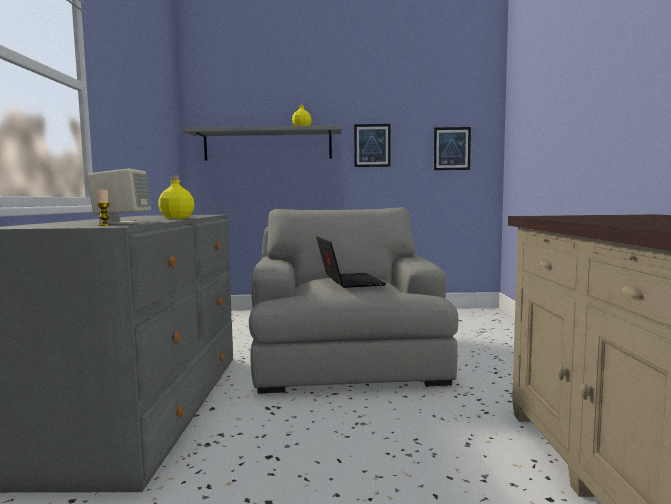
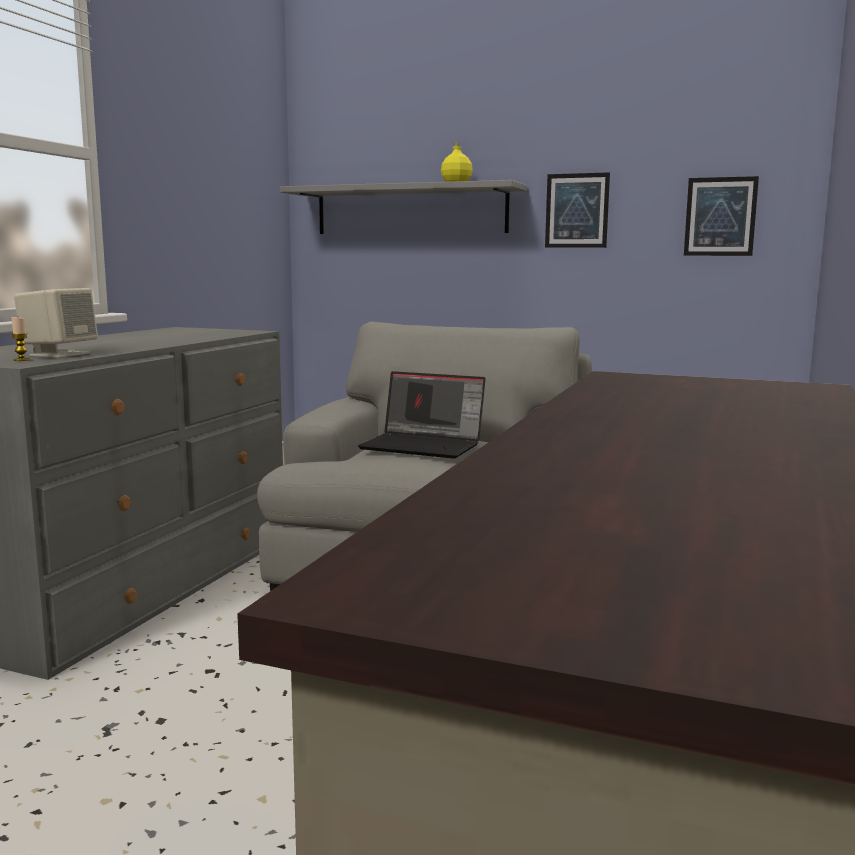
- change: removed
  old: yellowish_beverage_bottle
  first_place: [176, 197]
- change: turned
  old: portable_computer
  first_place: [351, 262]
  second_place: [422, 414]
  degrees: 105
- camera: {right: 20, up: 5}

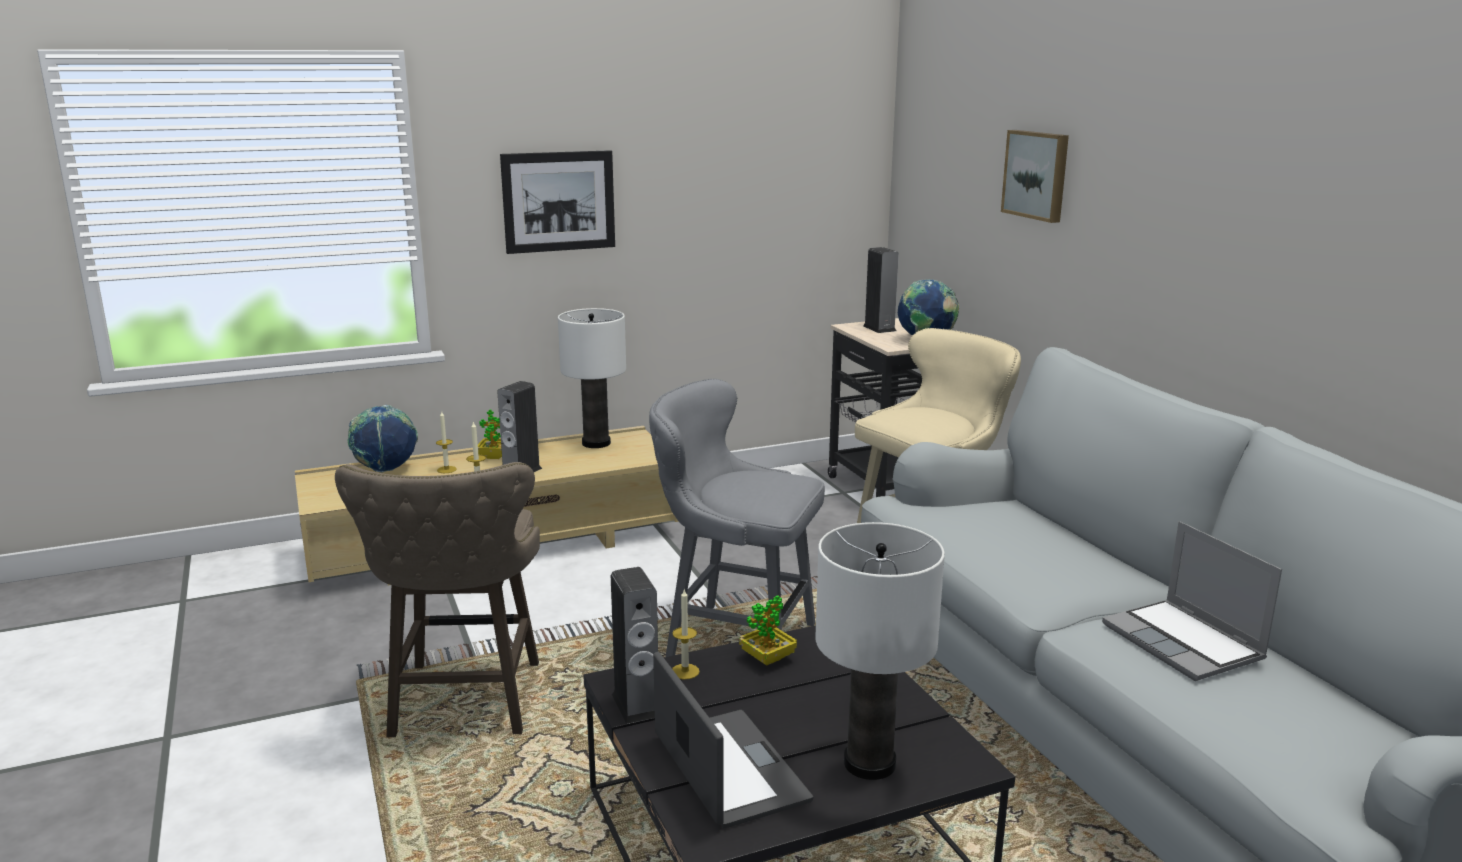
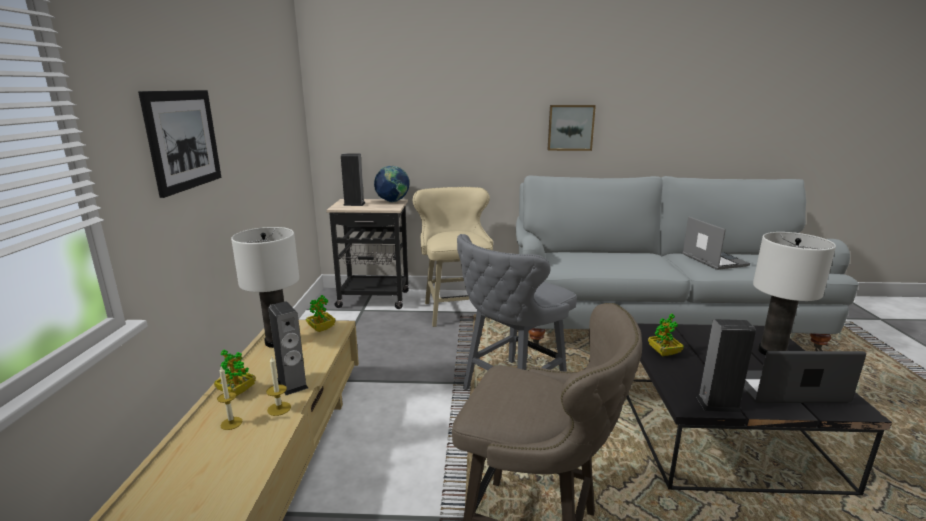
- change: removed
  old: world_globe
  first_place: [382, 439]
- change: removed
  old: wax_candle
  first_place: [686, 635]
- change: added
  new: potted_plant
  second_place: [321, 313]
- change: moved
  old: picture
  first_place: [1035, 176]
  second_place: [572, 128]
- change: turned
  old: portable_computer
  first_place: [1192, 601]
  second_place: [716, 243]
  degrees: -105
- camera: {right: -65, up: 0}

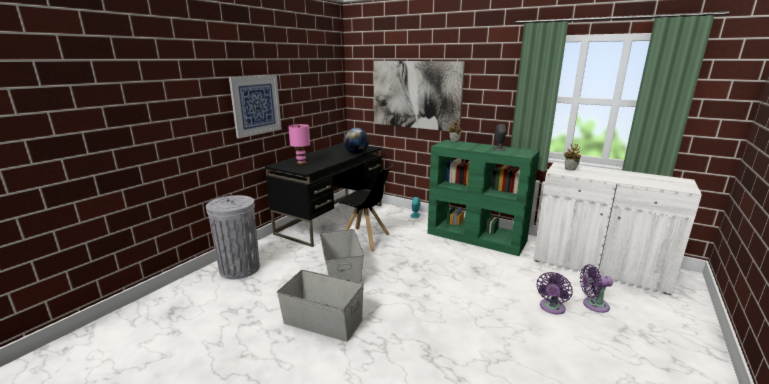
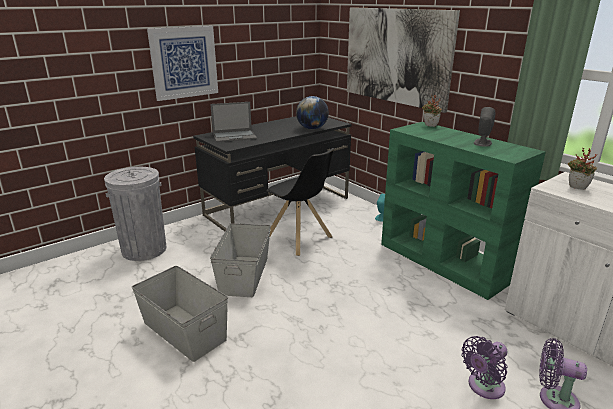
- change: replaced
  old: pinkish_lamp_for_a_table
  new: portable_computer
  first_place: [299, 144]
  second_place: [233, 122]
- camera: {right: 20, up: 5}

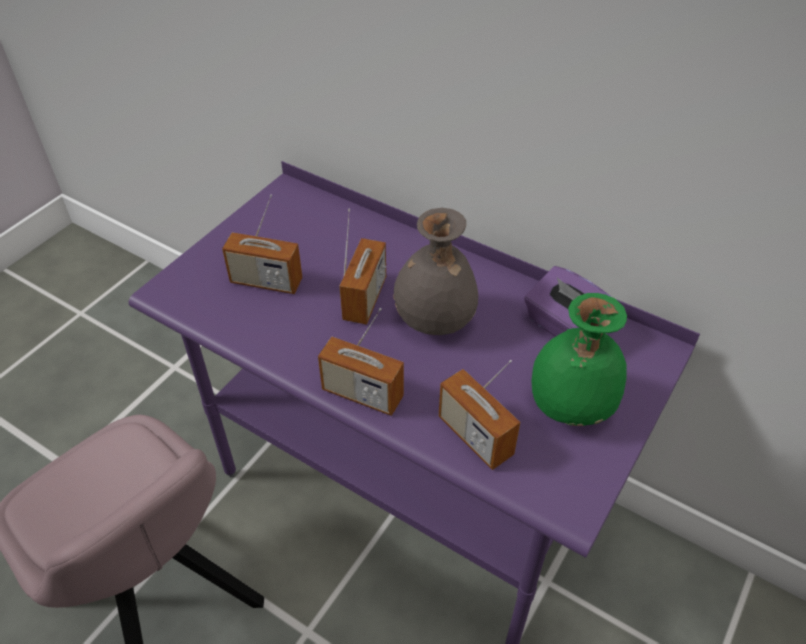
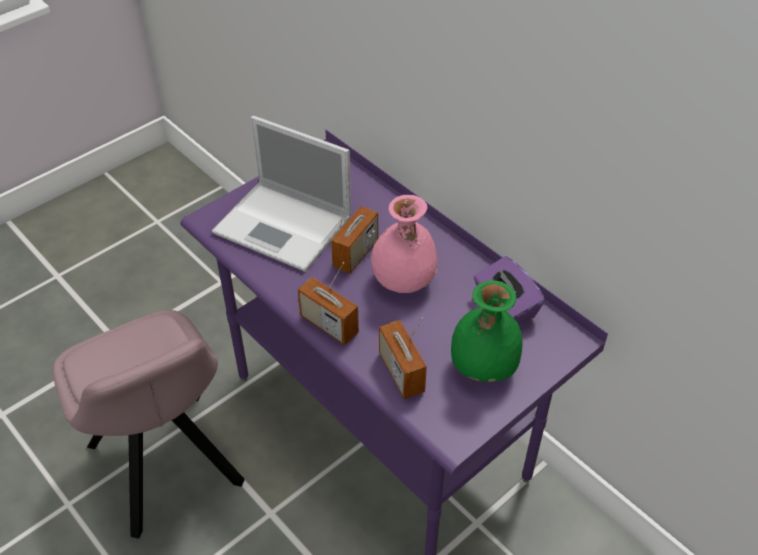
- change: replaced
  old: radio_receiver
  new: portable_computer
  first_place: [262, 244]
  second_place: [281, 194]
- change: recoloured
  old: greyish_decorative_vase
  new: pinkish_decorative_vase
  first_place: [435, 271]
  second_place: [404, 244]
- camera: {right: 15, up: 0}

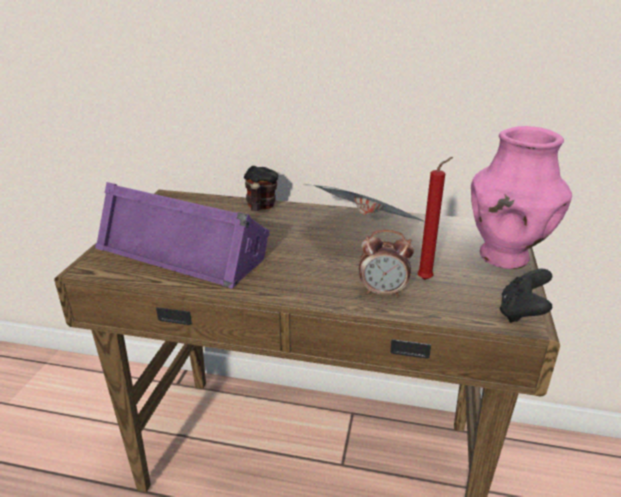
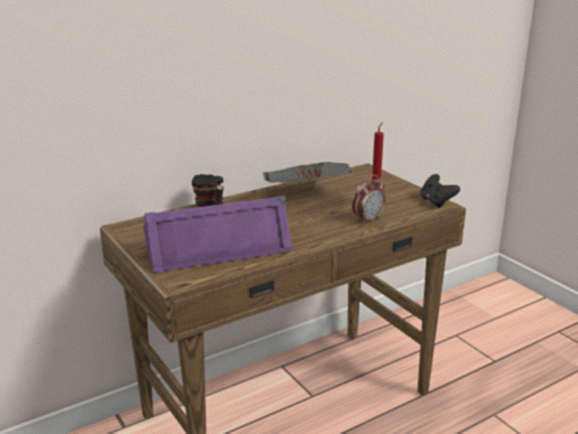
- change: removed
  old: pinkish_decorative_vase
  first_place: [521, 197]
- camera: {right: -45, up: -5}

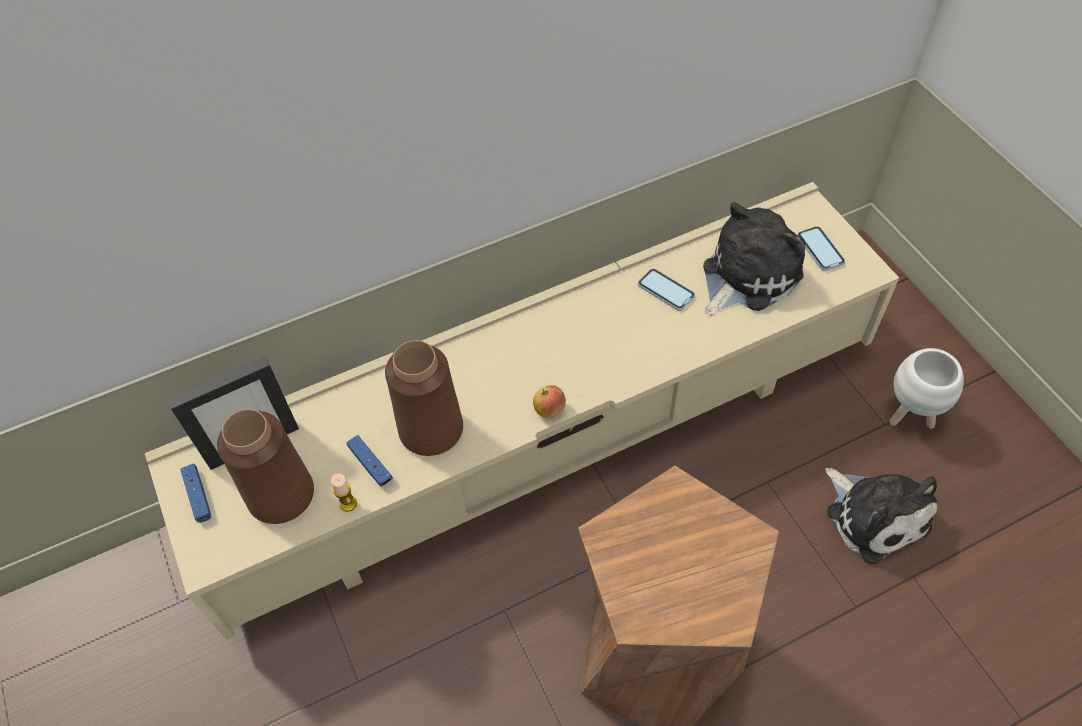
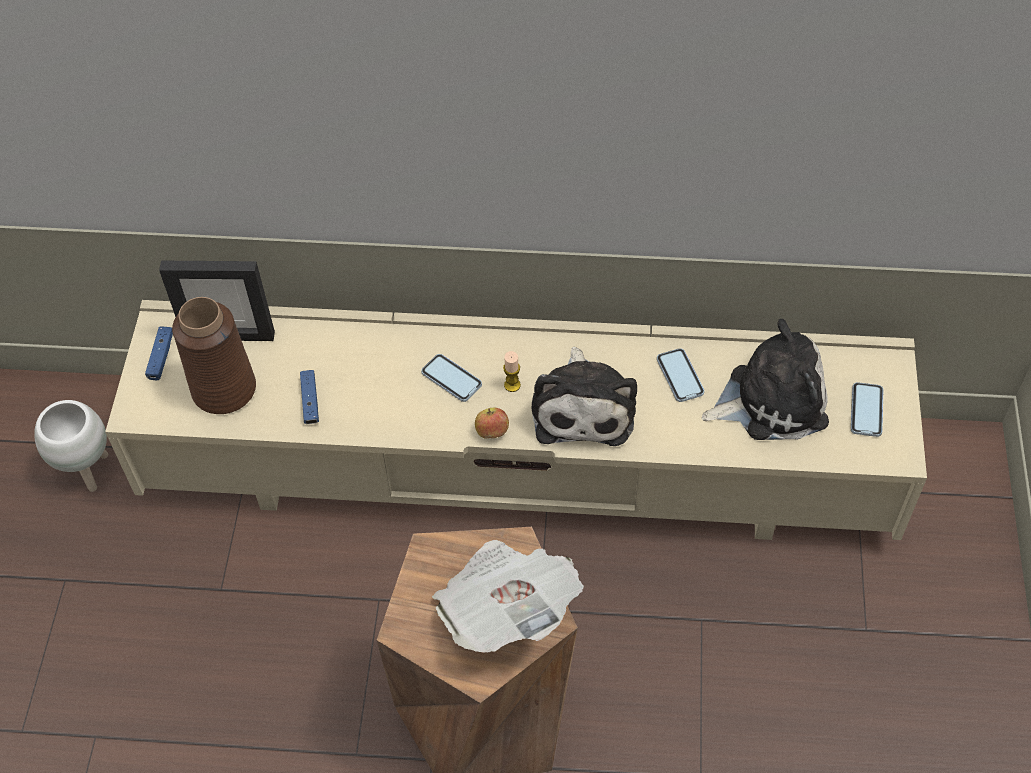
- change: removed
  old: brownish_decorative_vase
  first_place: [424, 398]
- change: added
  new: telephone
  second_place: [451, 378]
- change: added
  new: newspaper
  second_place: [508, 596]
- change: moved
  old: wax_candle
  first_place: [344, 492]
  second_place: [512, 371]
- change: moved
  old: soft_toy
  first_place: [881, 516]
  second_place: [584, 396]
- change: moved
  old: white_planter
  first_place: [926, 388]
  second_place: [71, 446]
- camera: {right: 30, up: 0}

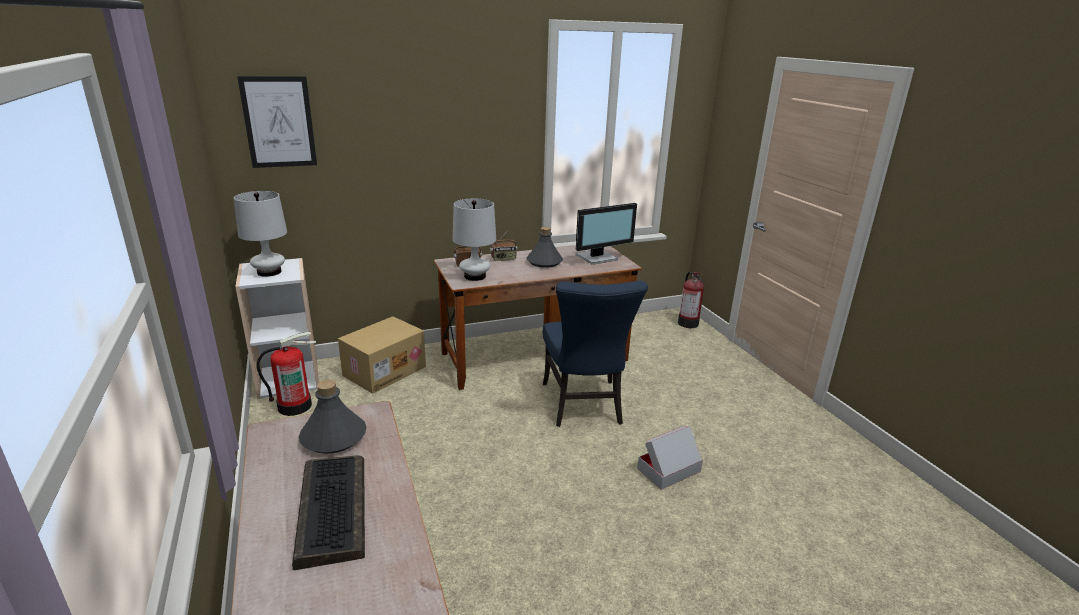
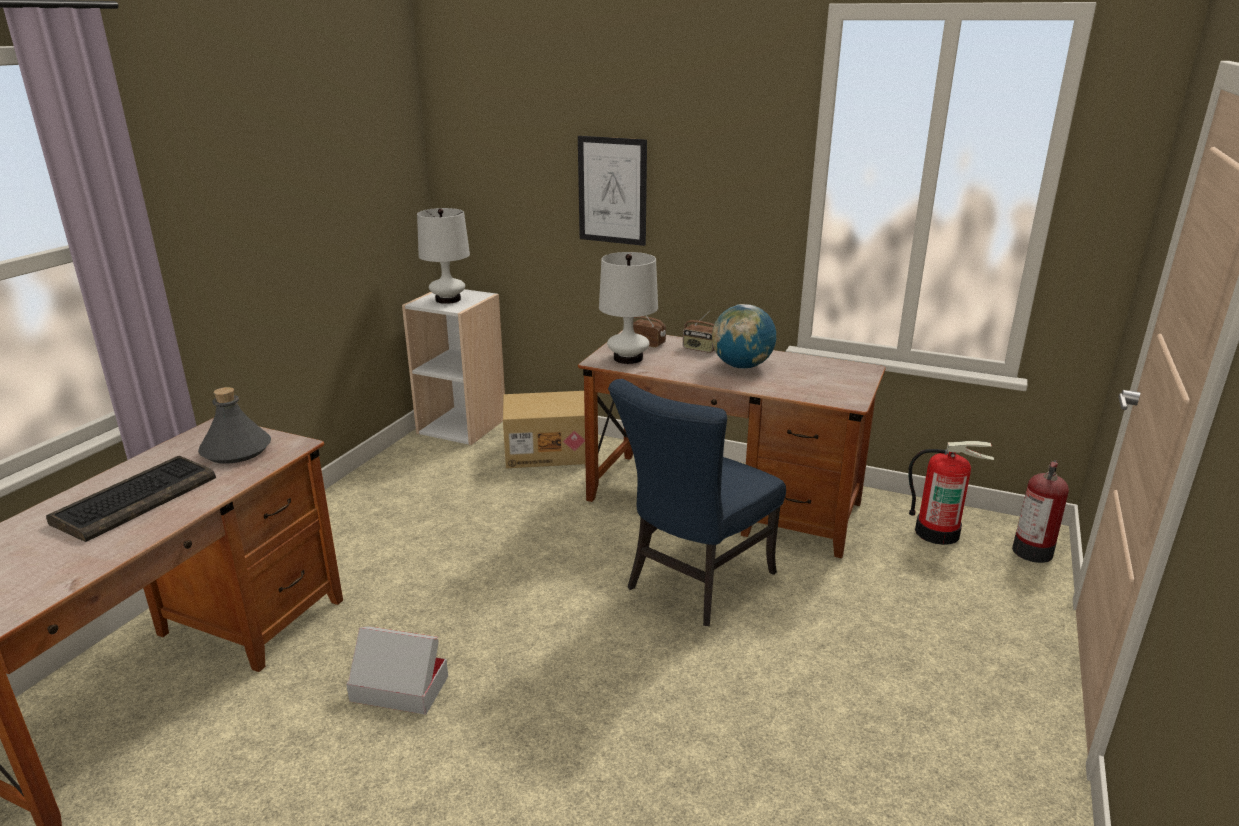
- change: removed
  old: monitor
  first_place: [606, 234]
- change: moved
  old: picture
  first_place: [277, 122]
  second_place: [612, 191]
- change: moved
  old: extinguisher
  first_place: [286, 374]
  second_place: [951, 493]
- change: moved
  old: carton
  first_place: [670, 458]
  second_place: [397, 670]
- change: replaced
  old: greyish_beverage_bottle
  new: world_globe
  first_place: [545, 247]
  second_place: [744, 336]
- camera: {right: 45, up: 0}

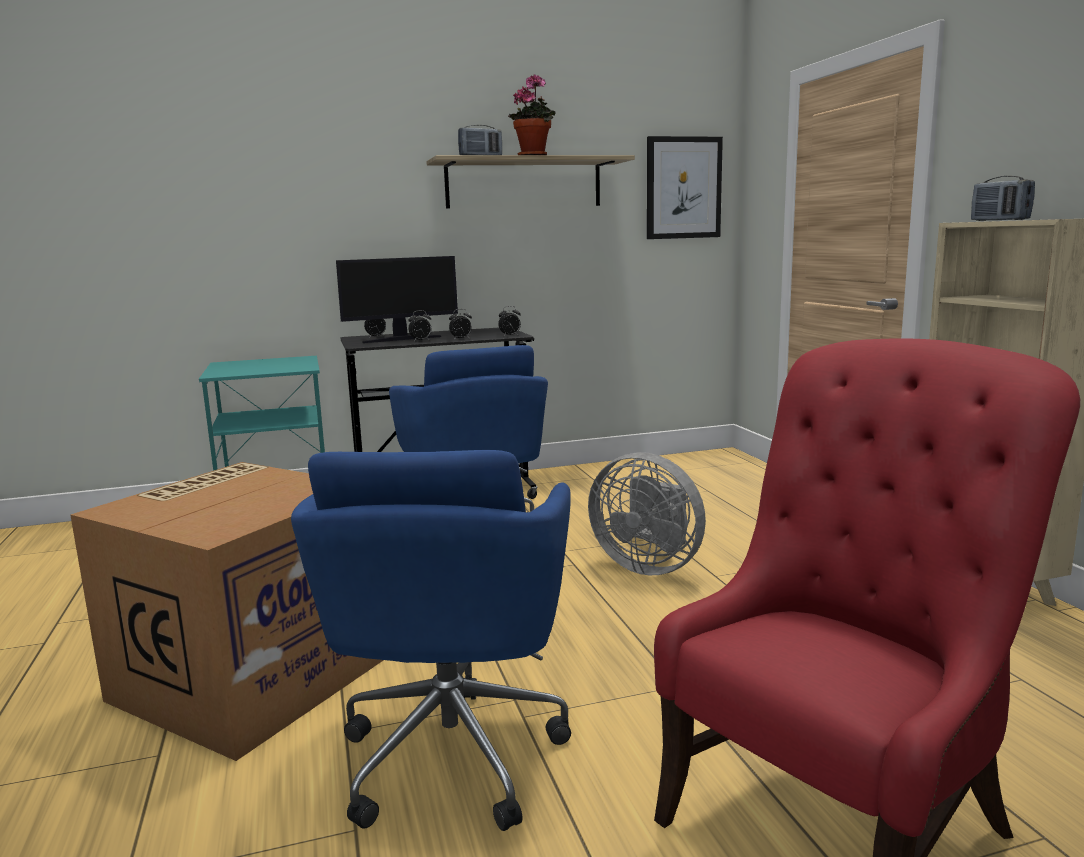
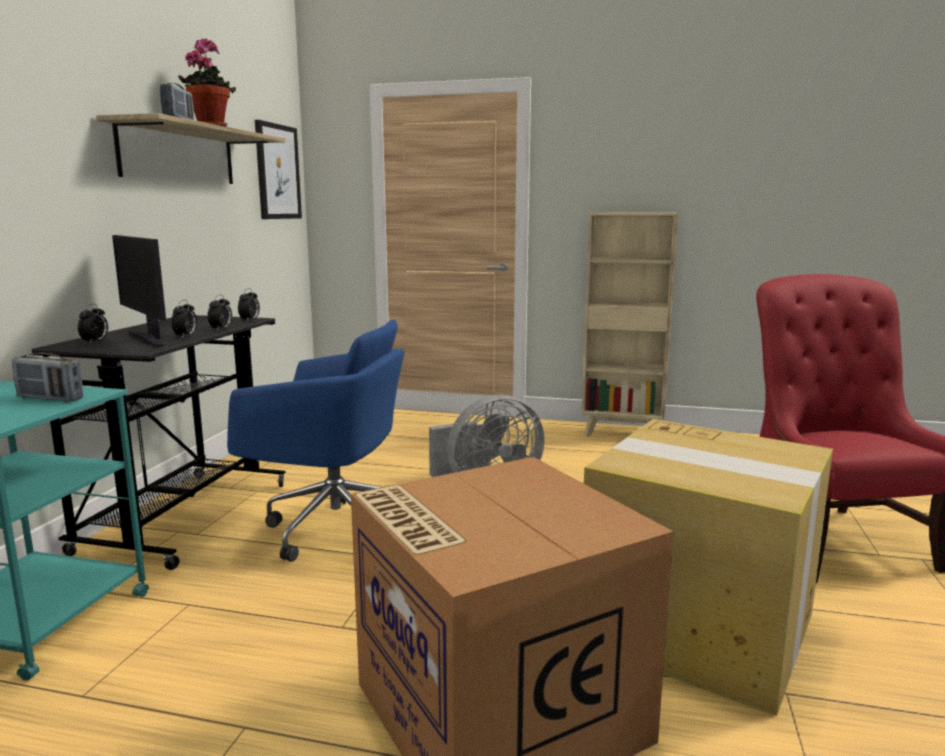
- change: moved
  old: radio_receiver
  first_place: [1003, 198]
  second_place: [47, 377]
- change: replaced
  old: blue_desk_chair
  new: carton
  first_place: [431, 640]
  second_place: [708, 567]
- change: turned
  old: monitor
  first_place: [397, 299]
  second_place: [139, 291]
  degrees: 135
- camera: {right: -60, up: 0}

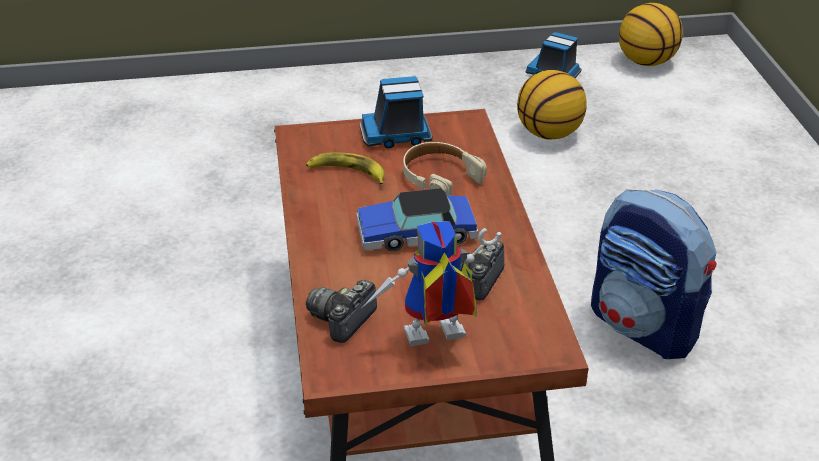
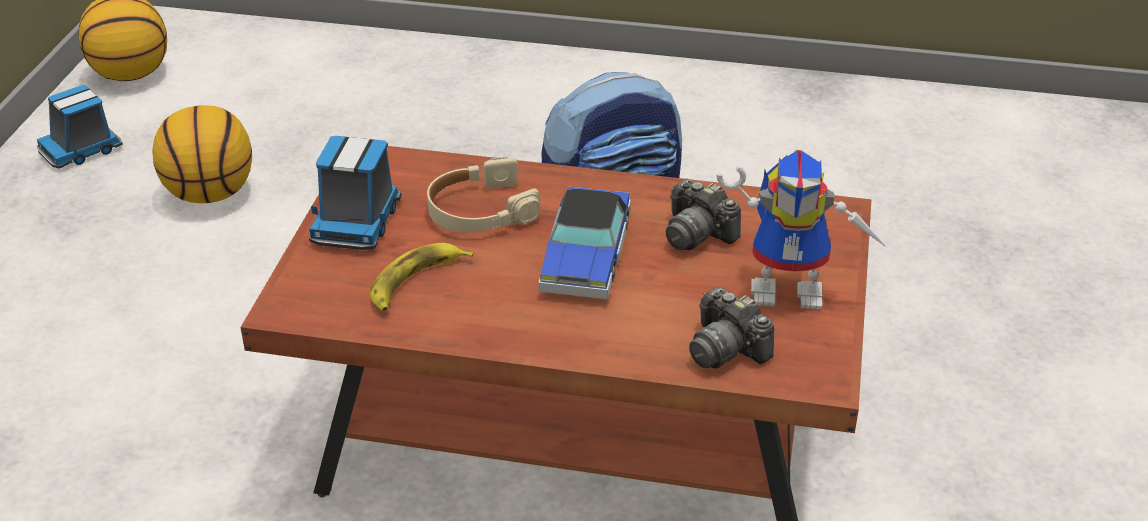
- change: turned
  old: toy_robot
  first_place: [432, 284]
  second_place: [801, 230]
  degrees: -90
- camera: {right: -70, up: 0}

